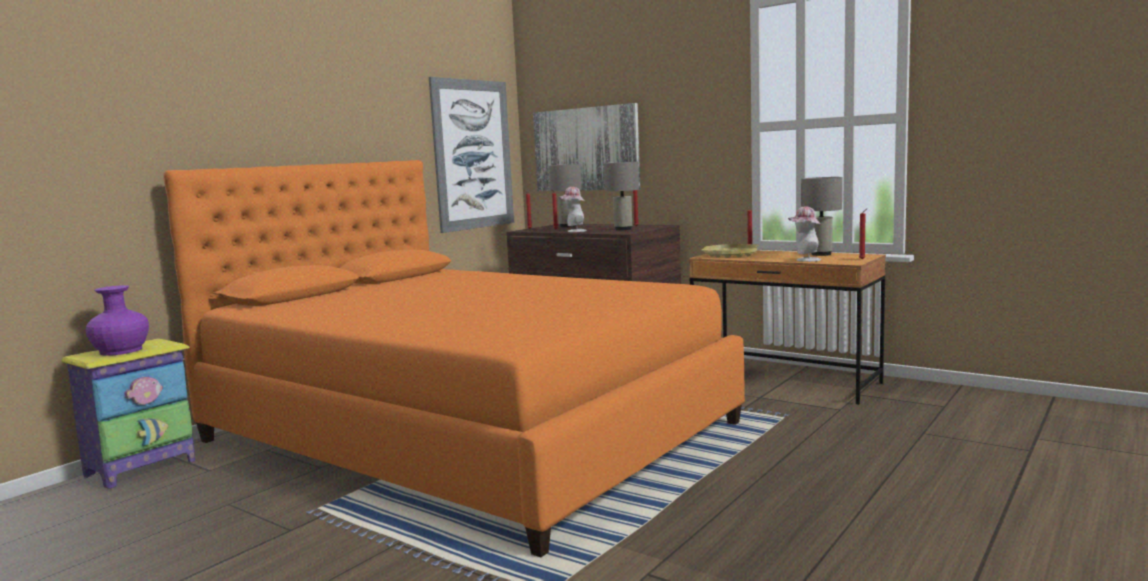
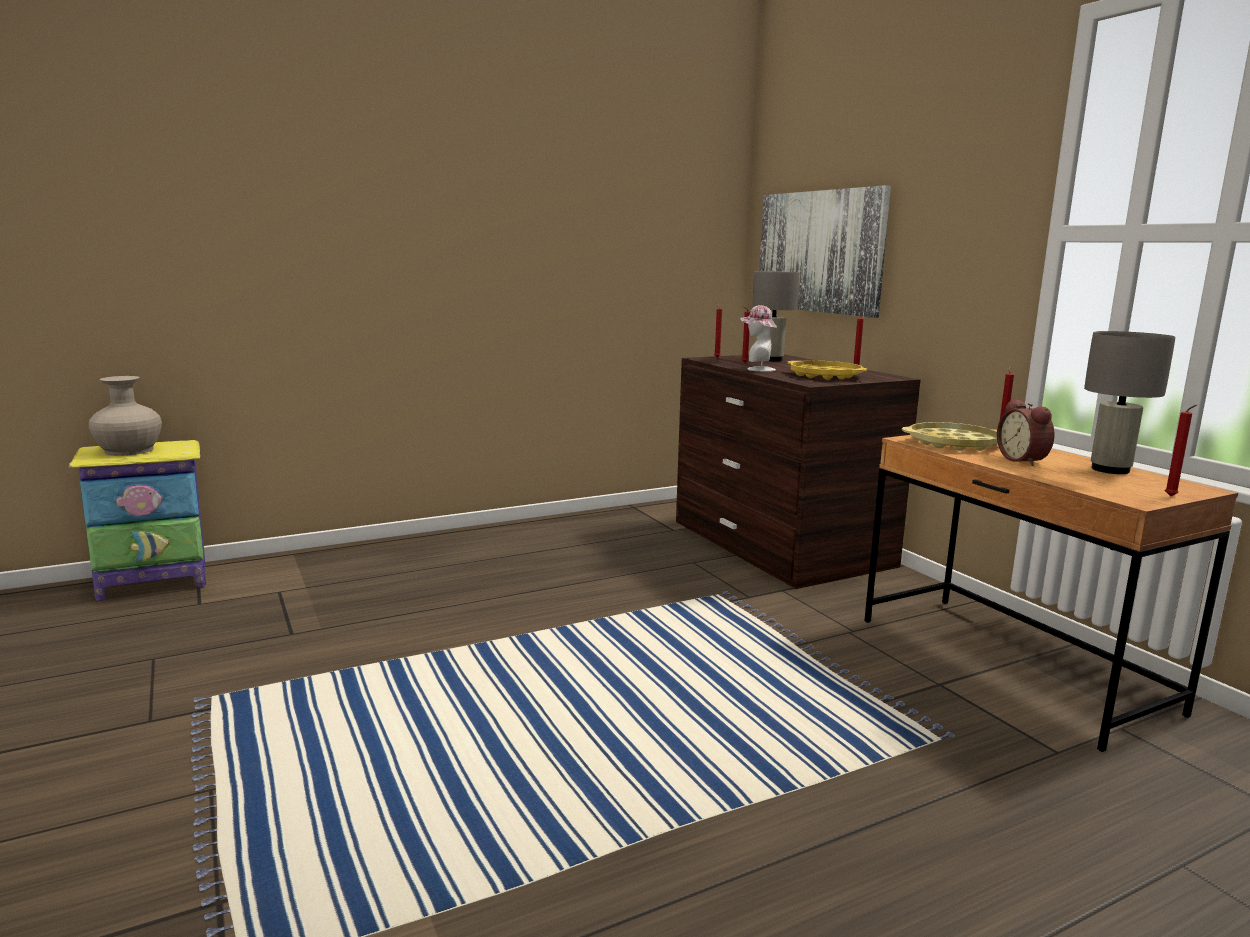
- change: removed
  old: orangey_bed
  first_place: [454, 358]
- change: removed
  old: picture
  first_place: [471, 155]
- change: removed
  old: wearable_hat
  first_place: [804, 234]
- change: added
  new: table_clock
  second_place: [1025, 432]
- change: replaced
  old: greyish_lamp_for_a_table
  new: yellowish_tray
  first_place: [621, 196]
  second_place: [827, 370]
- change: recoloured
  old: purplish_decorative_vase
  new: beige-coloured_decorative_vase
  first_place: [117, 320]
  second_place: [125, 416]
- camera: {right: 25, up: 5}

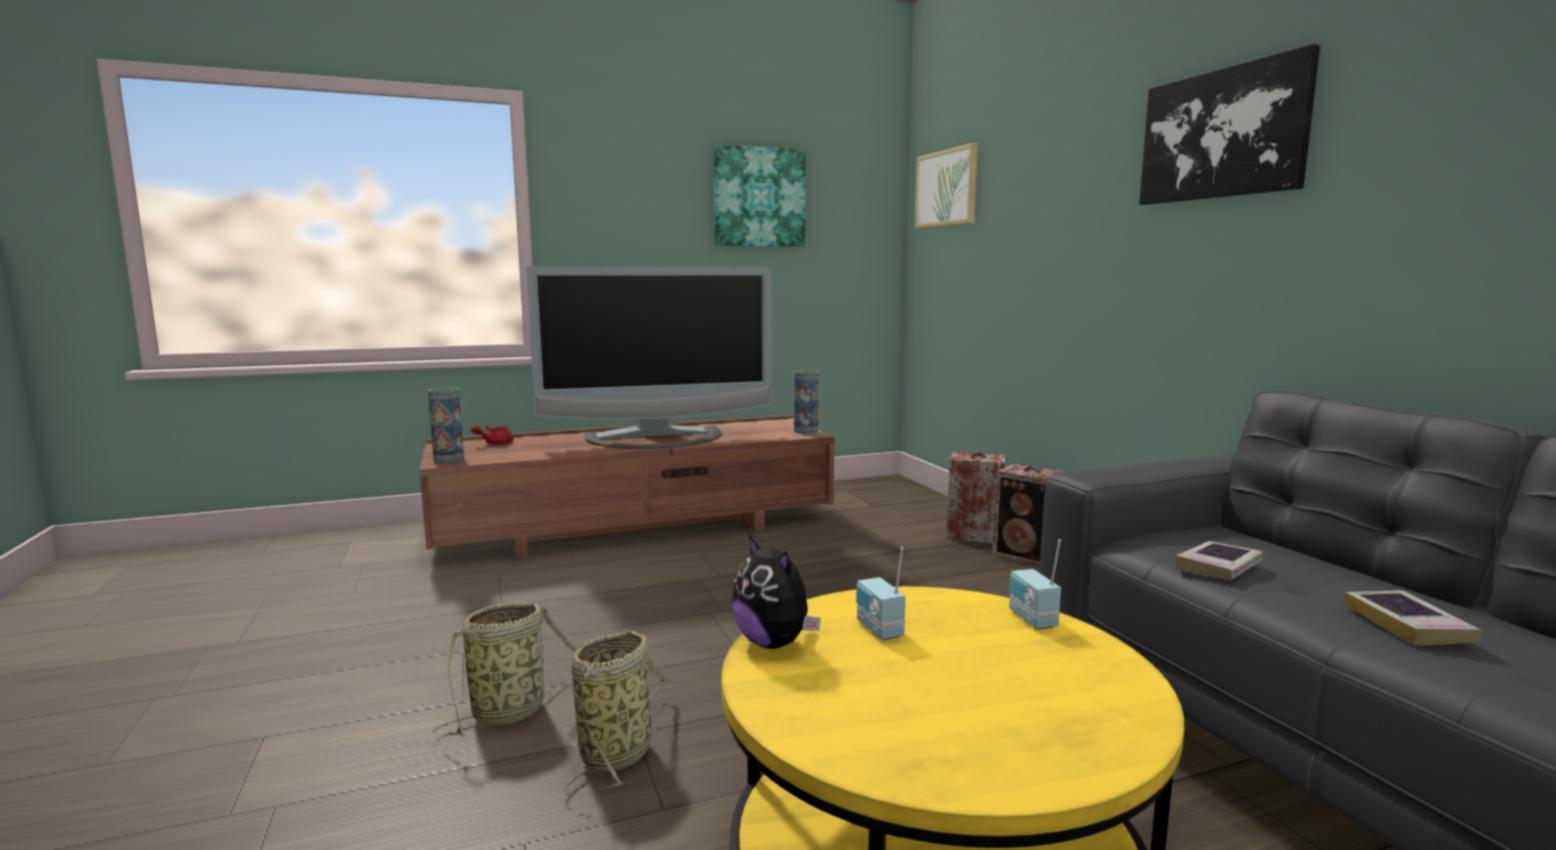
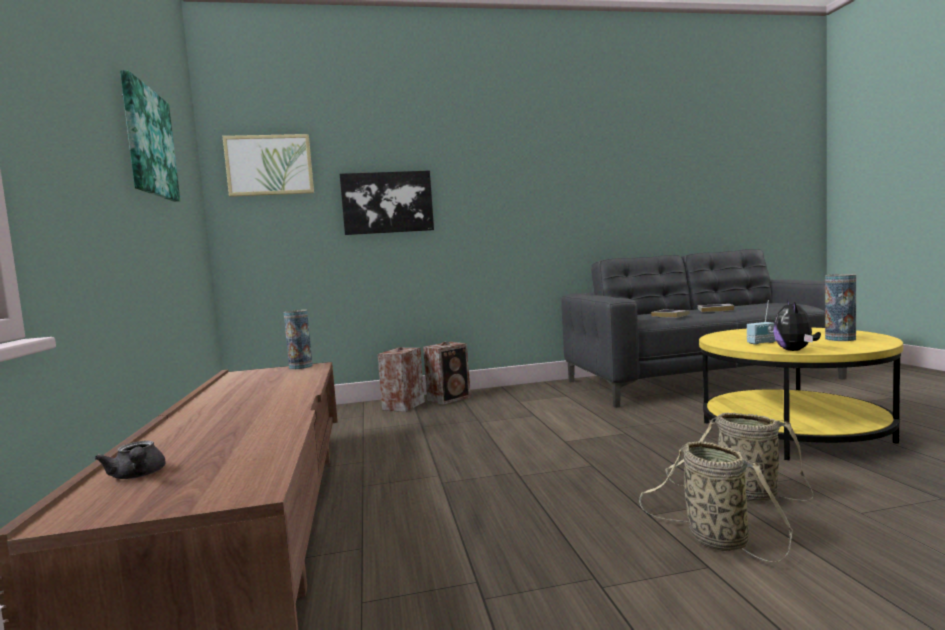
- change: removed
  old: TV
  first_place: [649, 358]
- change: removed
  old: radio_receiver
  first_place: [1035, 584]
- change: moved
  old: decorative_vase
  first_place: [446, 426]
  second_place: [840, 307]
- change: moved
  old: picture
  first_place: [1229, 124]
  second_place: [387, 203]
- change: recoloured
  old: red-coloured_tea_pot
  new: greyish_tea_pot
  first_place: [492, 435]
  second_place: [130, 460]
- change: turned
  old: soft_toy
  first_place: [776, 592]
  second_place: [797, 325]
  degrees: 135
- camera: {right: -80, up: -5}

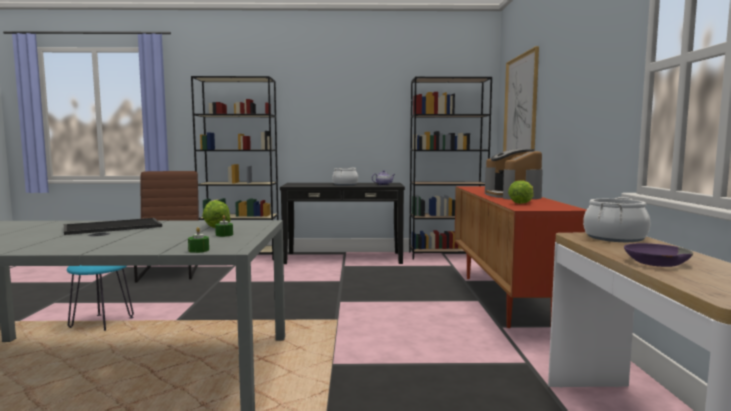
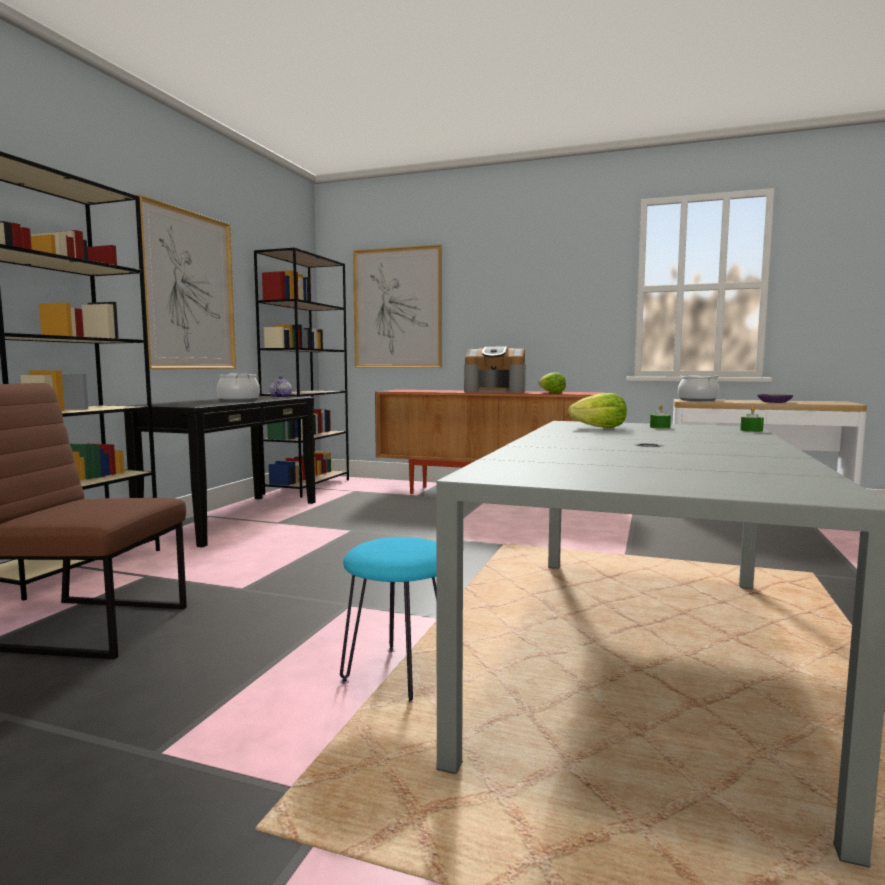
- change: removed
  old: tray
  first_place: [113, 226]
- change: added
  new: picture
  second_place: [186, 282]
- camera: {right: -70, up: 0}

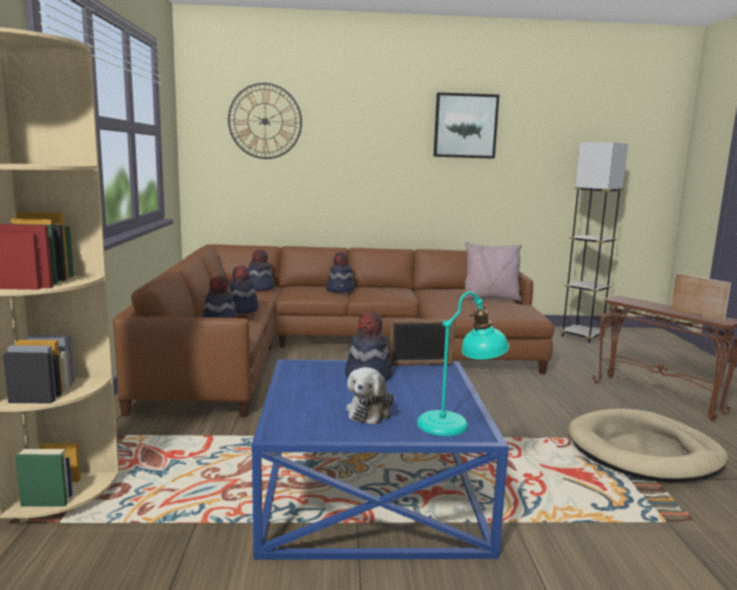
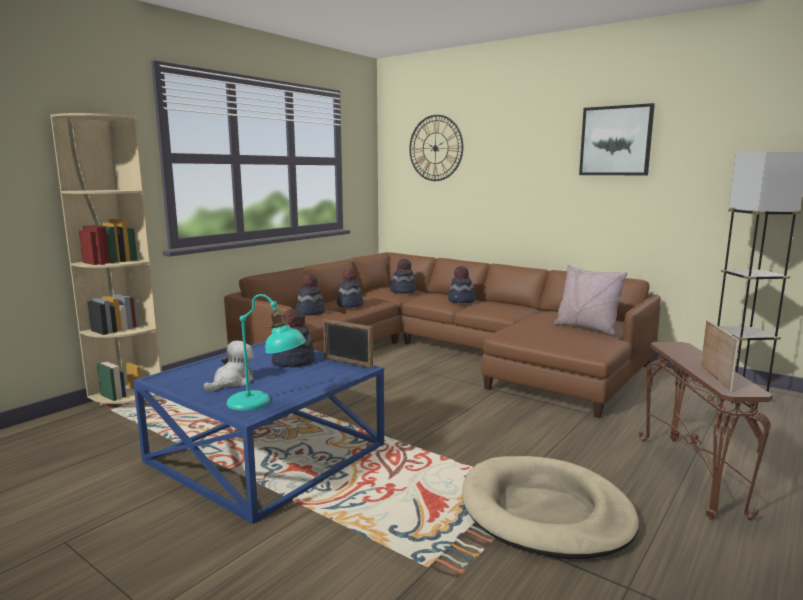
- change: turned
  old: soft_toy
  first_place: [370, 396]
  second_place: [229, 366]
  degrees: 150
- camera: {right: 40, up: 0}

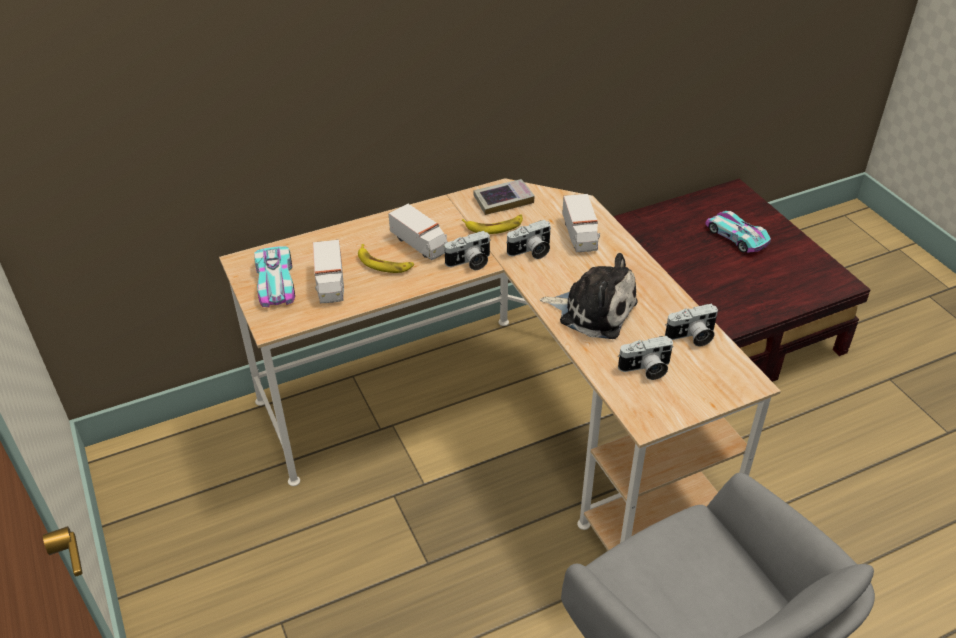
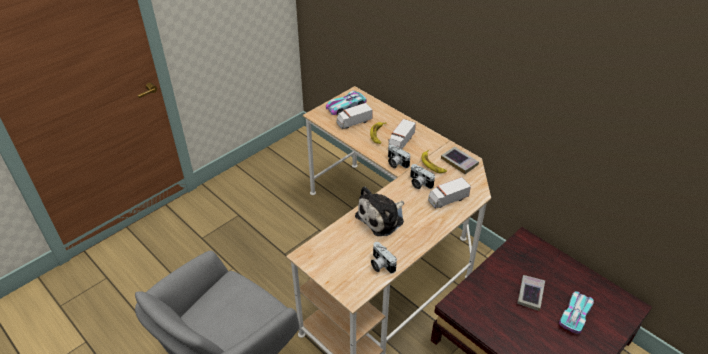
- change: removed
  old: still_camera
  first_place: [645, 358]
- change: added
  new: volume
  second_place: [531, 293]
- change: turned
  old: soft_toy
  first_place: [589, 296]
  second_place: [379, 211]
  degrees: 45
- camera: {right: 70, up: 0}

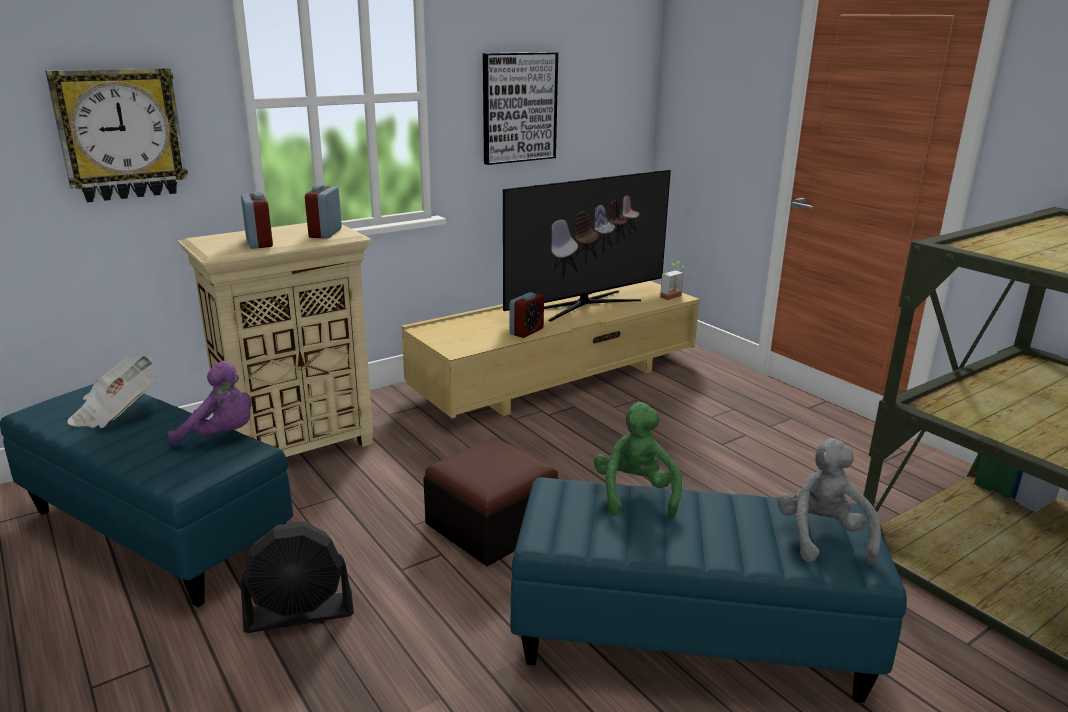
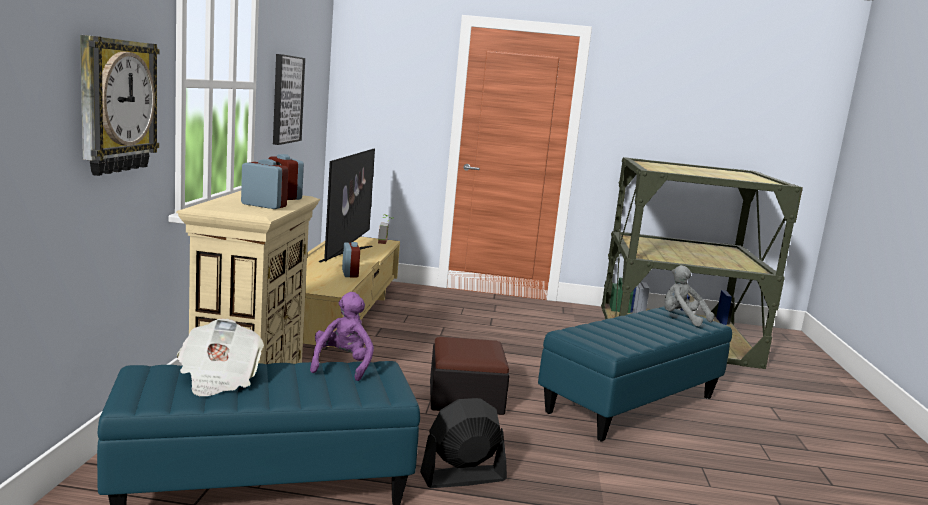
- change: removed
  old: greenish_soft_toy
  first_place: [638, 460]
- change: turned
  old: purplish_soft_toy
  first_place: [210, 403]
  second_place: [342, 336]
  degrees: -45
- change: turned
  old: black_fan
  first_place: [297, 577]
  second_place: [463, 443]
  degrees: -135
- camera: {right: -50, up: -10}

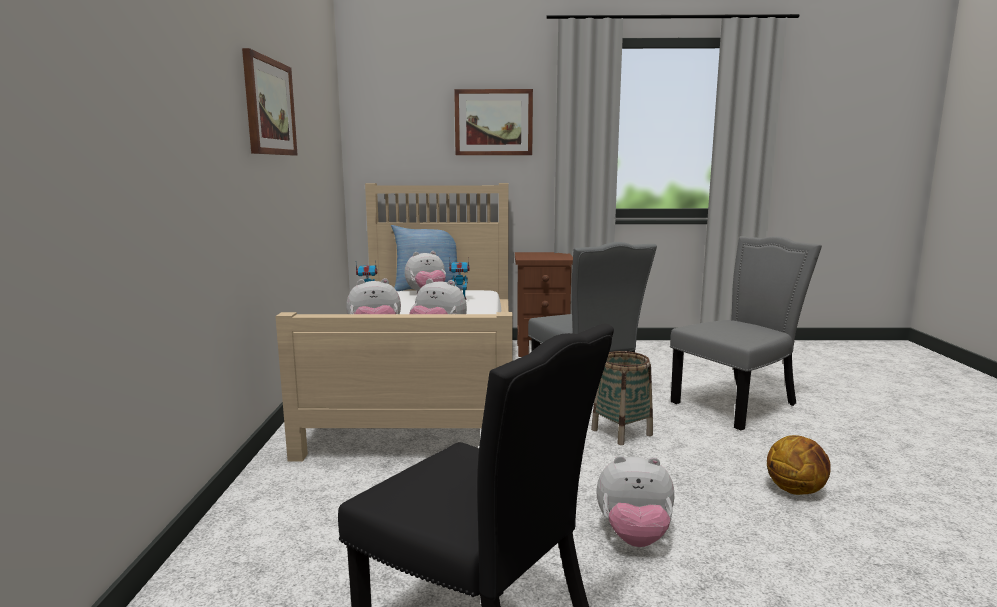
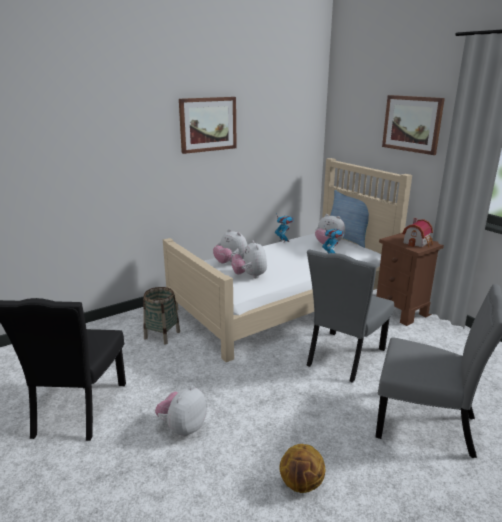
- change: added
  new: toy_house
  second_place: [417, 233]
- change: moved
  old: storage_basket
  first_place: [622, 398]
  second_place: [161, 316]
- change: turned
  old: soft_toy
  first_place: [635, 501]
  second_place: [181, 410]
  degrees: 60
- camera: {right: 55, up: 10}

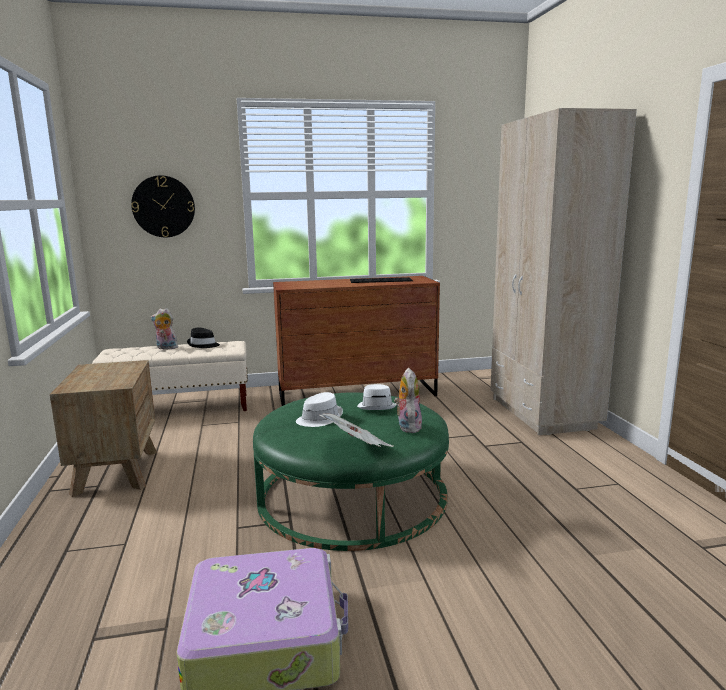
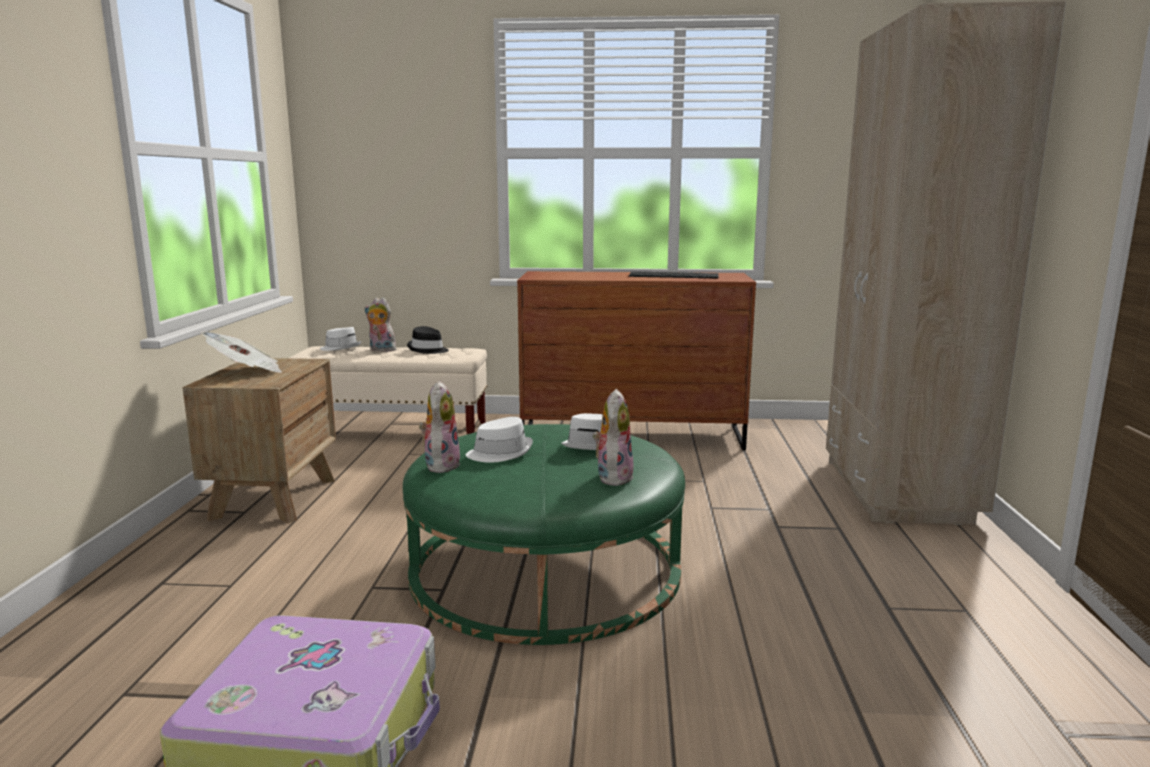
- change: removed
  old: hanging_clock
  first_place: [163, 206]
- change: added
  new: white_wearable_hat
  second_place: [340, 339]
- change: added
  new: soft_toy
  second_place: [439, 427]
- change: moved
  old: newspaper
  first_place: [356, 430]
  second_place: [241, 352]
- camera: {right: 15, up: 0}

